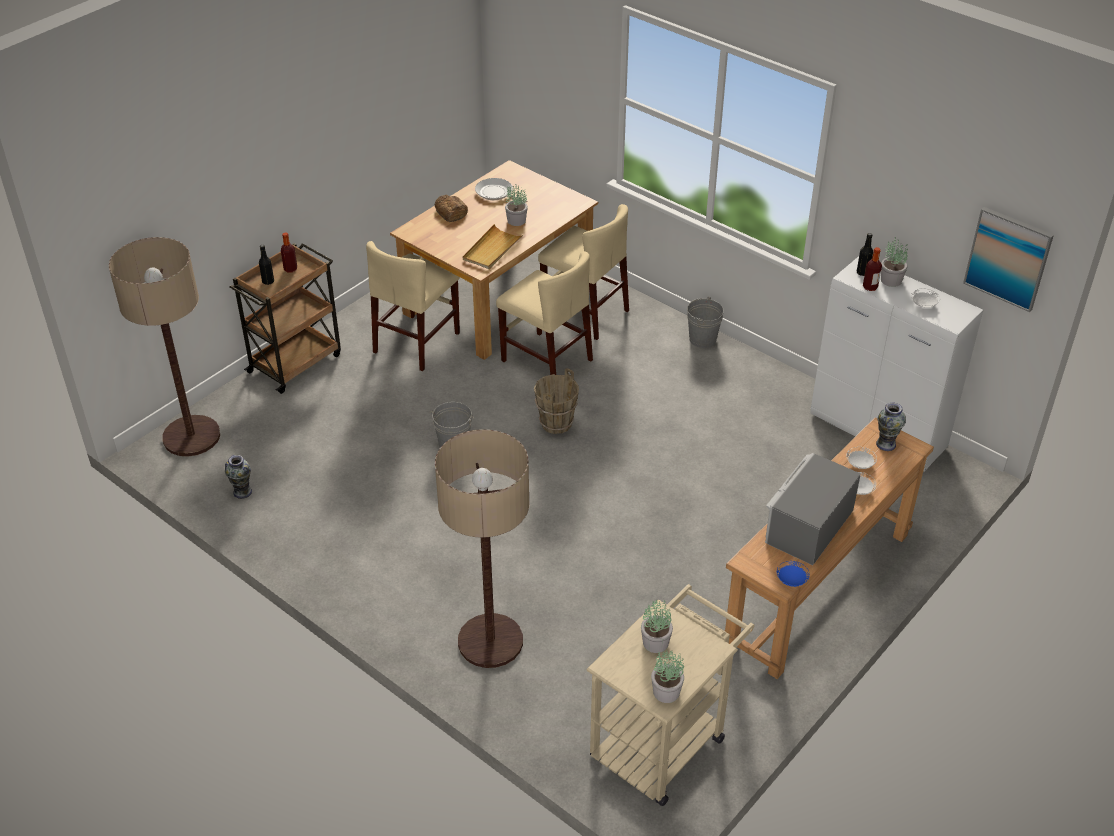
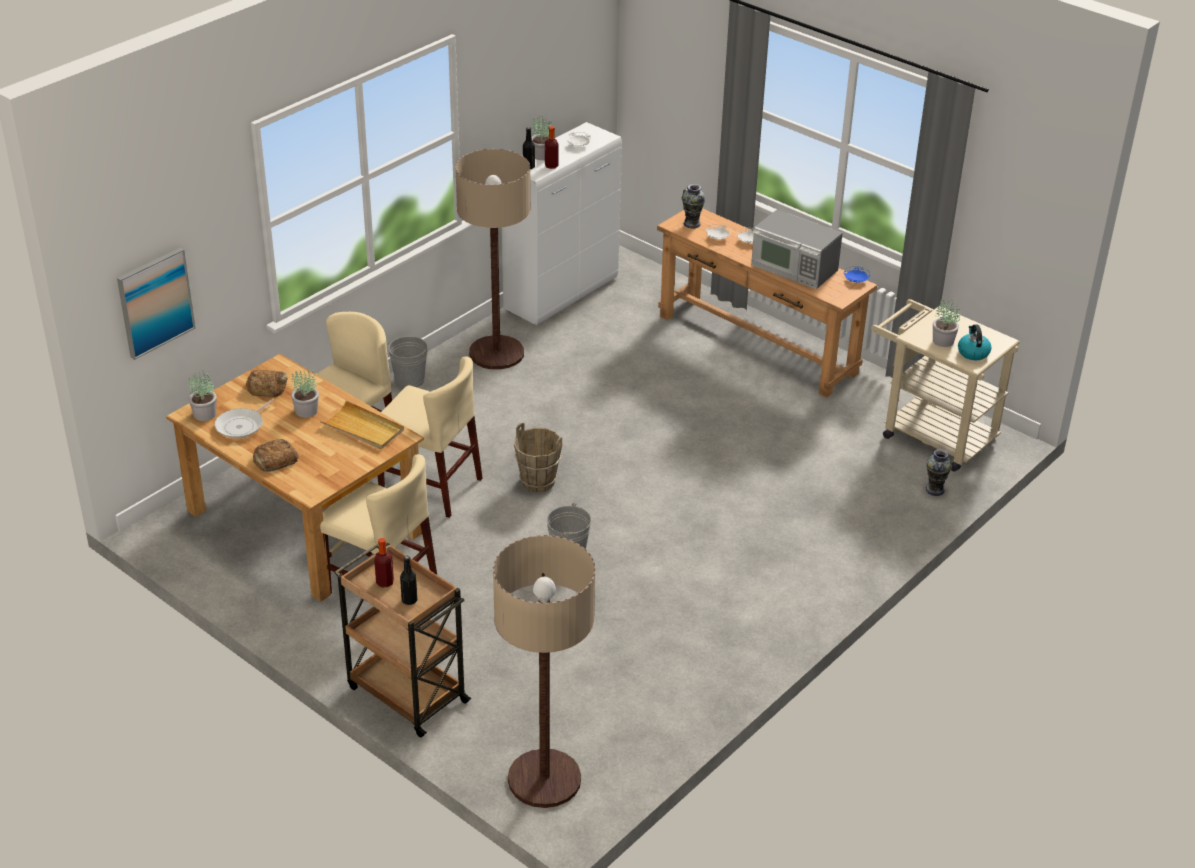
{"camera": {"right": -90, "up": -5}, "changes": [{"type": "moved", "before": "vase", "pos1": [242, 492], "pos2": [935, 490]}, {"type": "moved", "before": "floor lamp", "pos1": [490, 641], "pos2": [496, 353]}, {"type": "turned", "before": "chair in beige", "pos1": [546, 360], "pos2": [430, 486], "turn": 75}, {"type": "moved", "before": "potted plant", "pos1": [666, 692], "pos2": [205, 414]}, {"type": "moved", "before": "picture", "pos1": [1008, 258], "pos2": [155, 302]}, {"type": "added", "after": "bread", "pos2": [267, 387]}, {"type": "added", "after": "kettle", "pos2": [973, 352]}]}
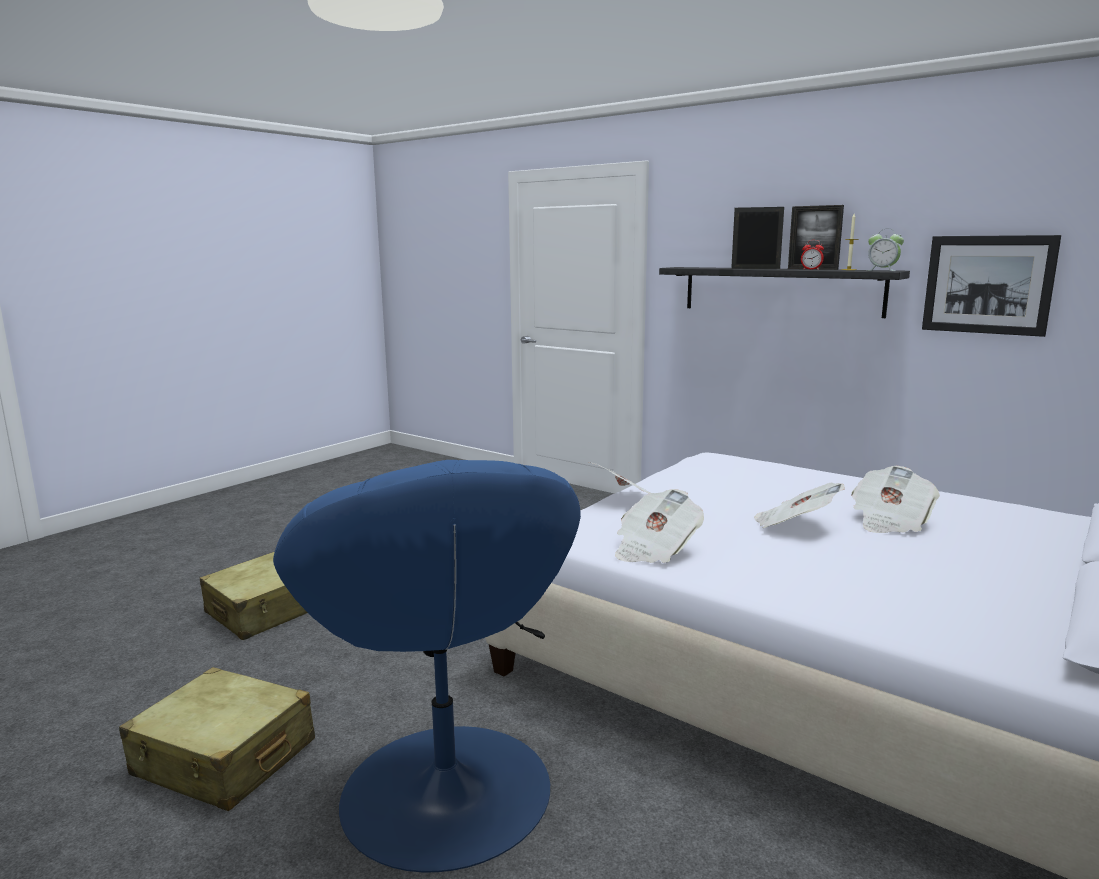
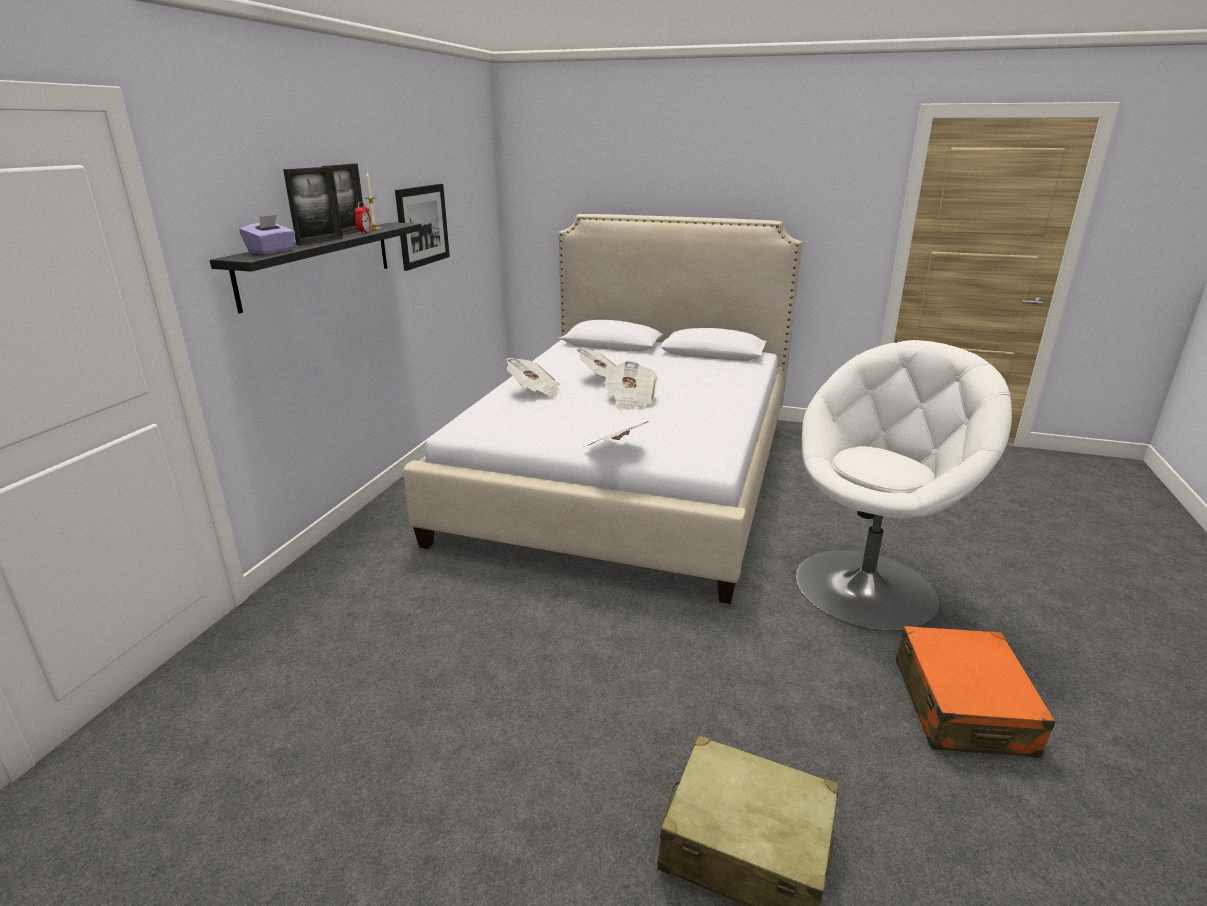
{"camera": {"right": -110, "up": 10}, "changes": [{"type": "recoloured", "before": "suitcase in beige", "after": "suitcase in orange", "pos1": [224, 758], "pos2": [962, 707]}, {"type": "recoloured", "before": "armchair in blue", "after": "armchair in white", "pos1": [446, 793], "pos2": [867, 587]}, {"type": "moved", "before": "newspaper", "pos1": [654, 549], "pos2": [534, 391]}, {"type": "turned", "before": "picture frame", "pos1": [755, 268], "pos2": [320, 241], "turn": -150}, {"type": "removed", "before": "alarm clock", "pos1": [882, 270]}, {"type": "added", "after": "tissue box in purple", "pos2": [271, 251]}]}
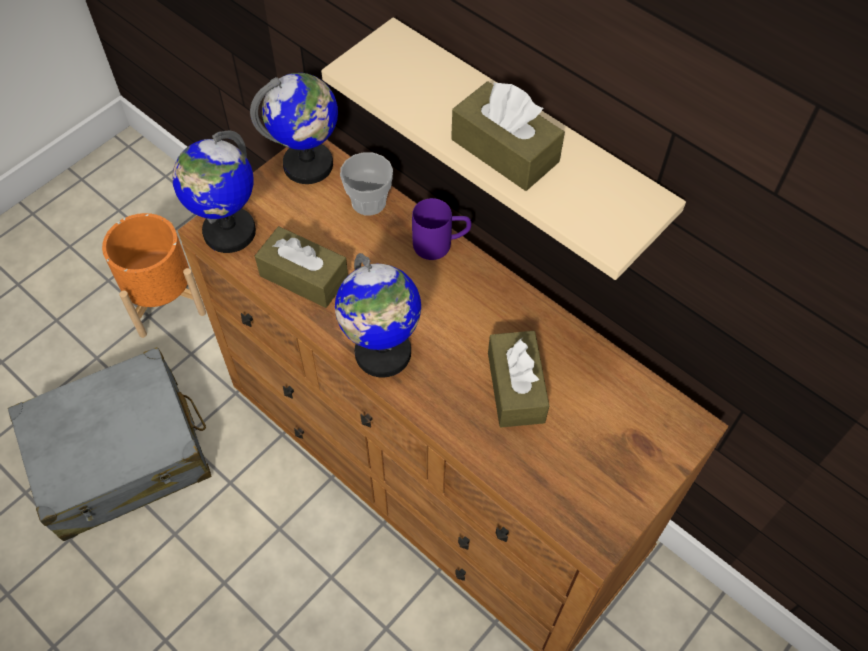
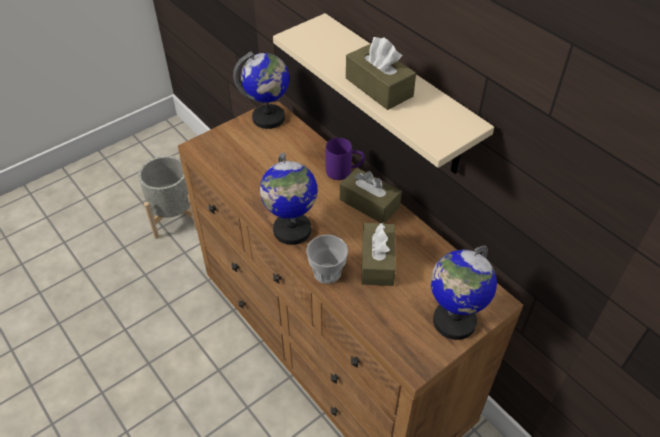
{"camera": {"right": 10, "up": -10}, "changes": [{"type": "removed", "before": "suitcase in grey", "pos1": [121, 456]}, {"type": "recoloured", "before": "planter in orange", "after": "planter in grey", "pos1": [163, 300], "pos2": [174, 218]}, {"type": "moved", "before": "globe", "pos1": [228, 232], "pos2": [453, 321]}, {"type": "moved", "before": "tissue box in brown", "pos1": [304, 277], "pos2": [369, 203]}, {"type": "moved", "before": "cup", "pos1": [368, 202], "pos2": [327, 272]}]}
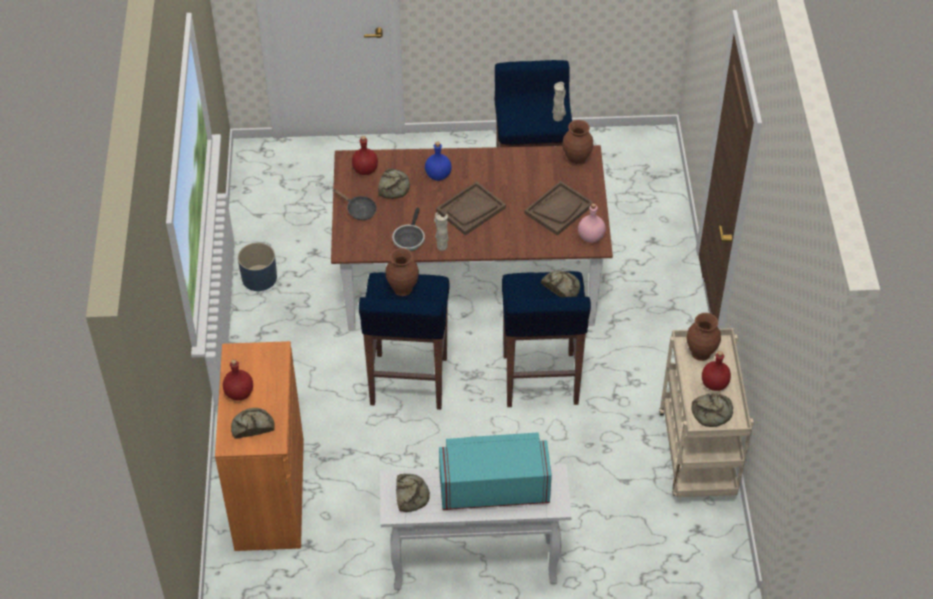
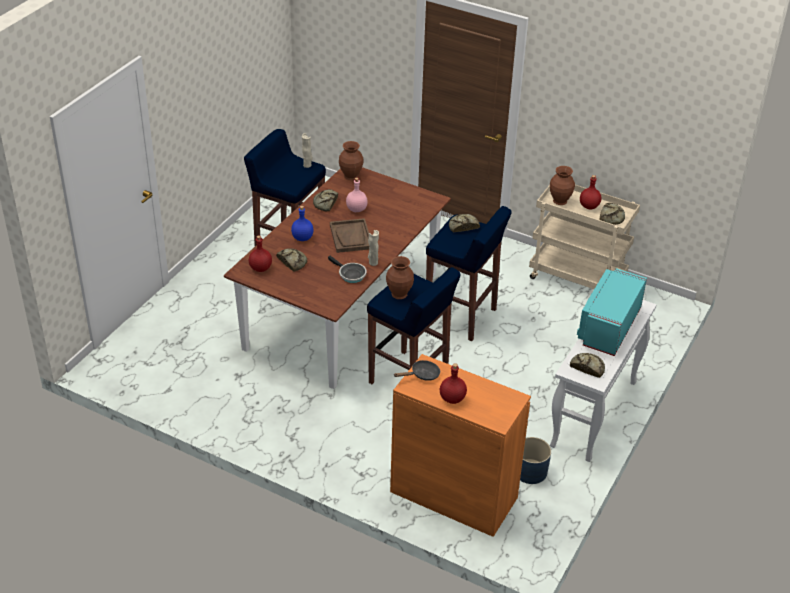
{"camera": {"right": -60, "up": -10}, "changes": [{"type": "moved", "before": "bread", "pos1": [252, 426], "pos2": [325, 203]}, {"type": "moved", "before": "planter in blue", "pos1": [259, 278], "pos2": [530, 471]}, {"type": "moved", "before": "frying pan in black", "pos1": [359, 210], "pos2": [422, 375]}, {"type": "removed", "before": "tray in brown", "pos1": [558, 209]}, {"type": "moved", "before": "bottle in pink", "pos1": [590, 237], "pos2": [356, 209]}]}
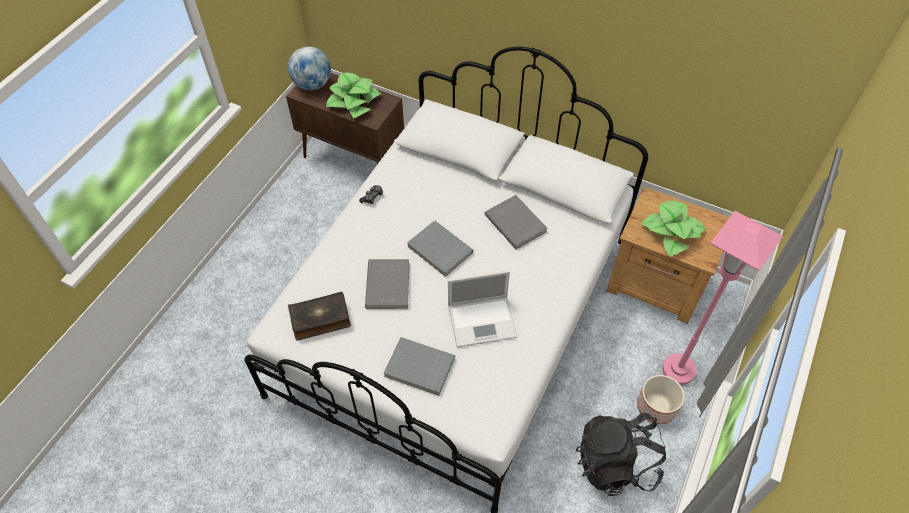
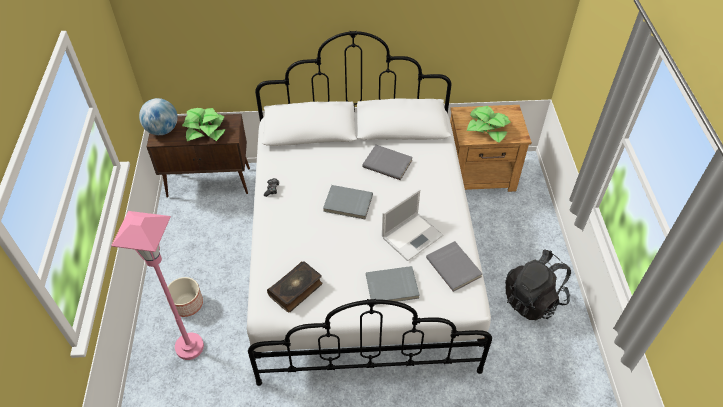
{"camera": {"right": -30, "up": -5}, "changes": [{"type": "moved", "before": "book in grey", "pos1": [389, 285], "pos2": [454, 267]}, {"type": "moved", "before": "planter", "pos1": [657, 407], "pos2": [187, 304]}, {"type": "moved", "before": "floor lamp in pink", "pos1": [678, 370], "pos2": [189, 347]}]}
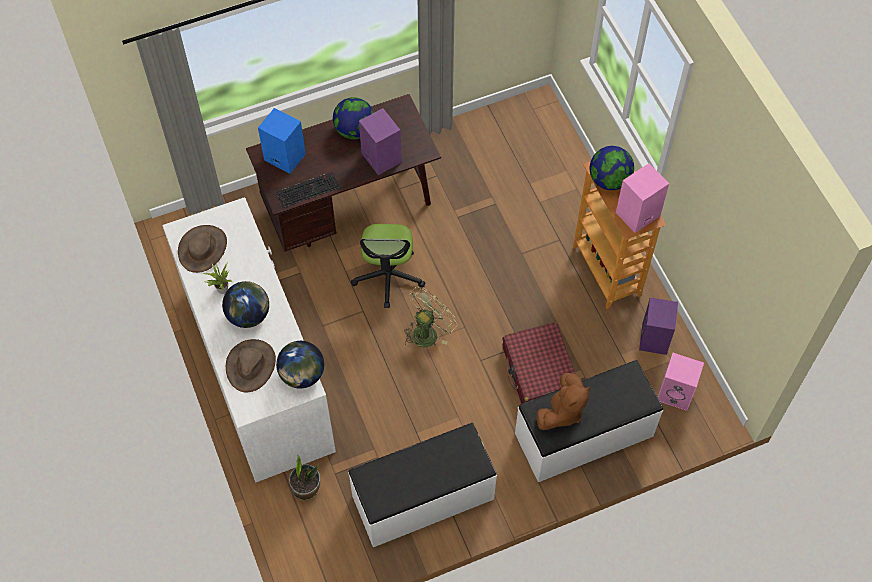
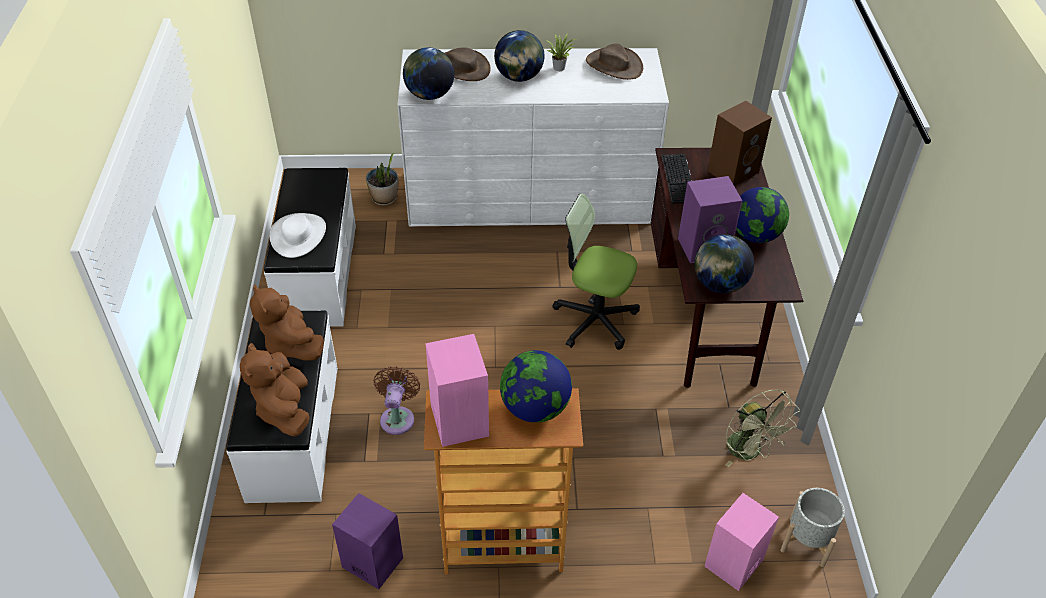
{"camera": {"right": 110, "up": -15}, "changes": [{"type": "recoloured", "before": "speaker in blue", "after": "speaker in brown", "pos1": [283, 157], "pos2": [733, 171]}, {"type": "moved", "before": "fan in green", "pos1": [428, 331], "pos2": [750, 452]}, {"type": "replaced", "before": "suitcase in red", "after": "fan in brown", "pos1": [539, 372], "pos2": [398, 417]}, {"type": "moved", "before": "speaker in pink", "pos1": [676, 393], "pos2": [734, 564]}, {"type": "added", "after": "plush toy in brown", "pos2": [284, 410]}, {"type": "added", "after": "hat in white", "pos2": [299, 235]}, {"type": "added", "after": "globe", "pos2": [719, 284]}, {"type": "added", "after": "planter in grey", "pos2": [807, 541]}]}
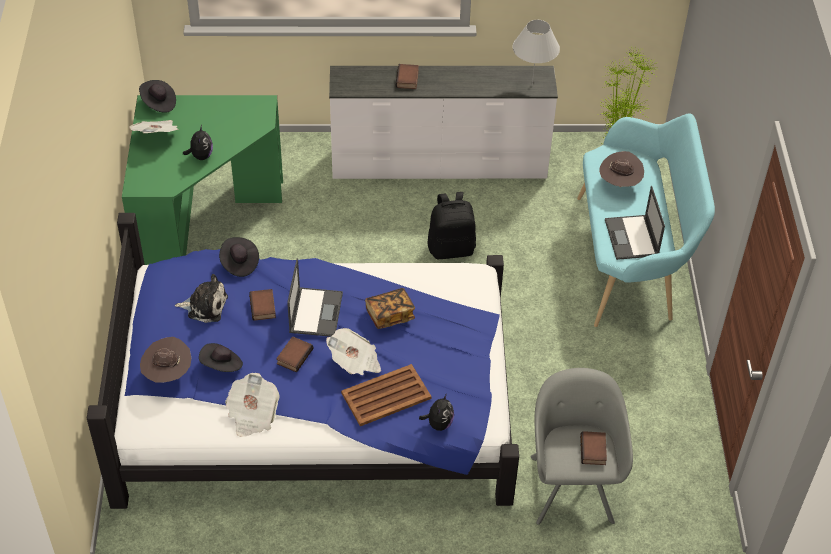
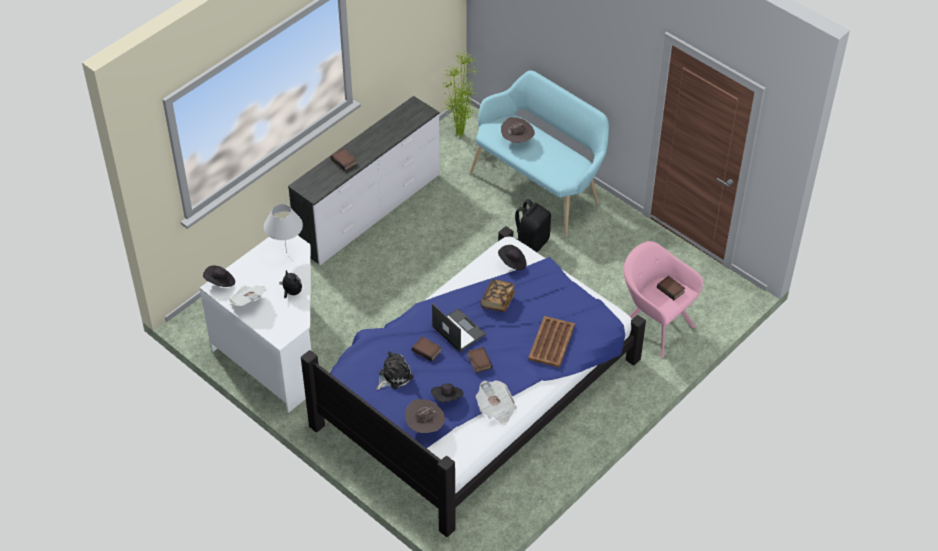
{"camera": {"right": -45, "up": 0}, "changes": [{"type": "recoloured", "before": "desk in green", "after": "desk in white", "pos1": [202, 223], "pos2": [278, 350]}, {"type": "moved", "before": "hat in black", "pos1": [239, 263], "pos2": [512, 263]}, {"type": "removed", "before": "newspaper", "pos1": [355, 362]}, {"type": "removed", "before": "plush toy", "pos1": [438, 423]}, {"type": "moved", "before": "backpack in black", "pos1": [451, 248], "pos2": [531, 242]}, {"type": "moved", "before": "table lamp in white", "pos1": [532, 85], "pos2": [286, 253]}, {"type": "recoloured", "before": "armchair in grey", "after": "armchair in pink", "pos1": [571, 484], "pos2": [654, 325]}, {"type": "removed", "before": "laptop", "pos1": [632, 238]}]}
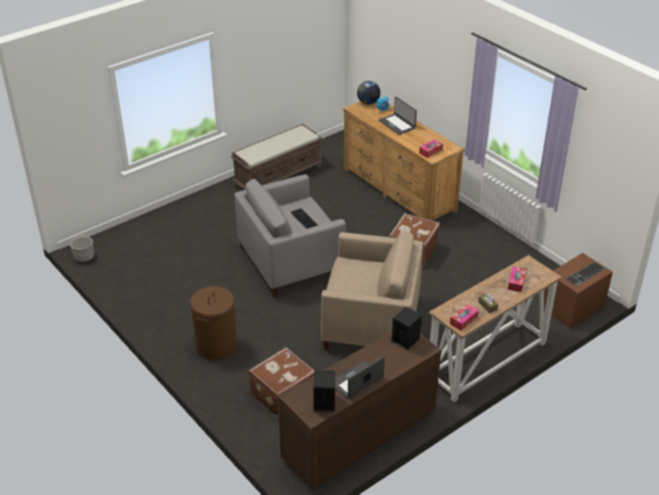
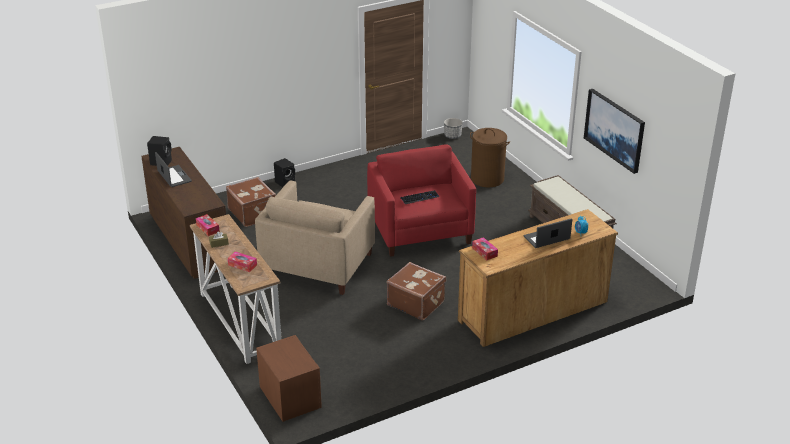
{"camera": {"right": 100, "up": -5}, "changes": [{"type": "moved", "before": "laundry basket in brown", "pos1": [216, 345], "pos2": [487, 179]}, {"type": "recoloured", "before": "armchair in grey", "after": "armchair in red", "pos1": [291, 261], "pos2": [420, 231]}, {"type": "removed", "before": "globe", "pos1": [368, 103]}, {"type": "moved", "before": "speaker in black", "pos1": [405, 339], "pos2": [285, 183]}, {"type": "removed", "before": "keyboard", "pos1": [586, 274]}, {"type": "added", "after": "picture", "pos2": [615, 130]}]}
